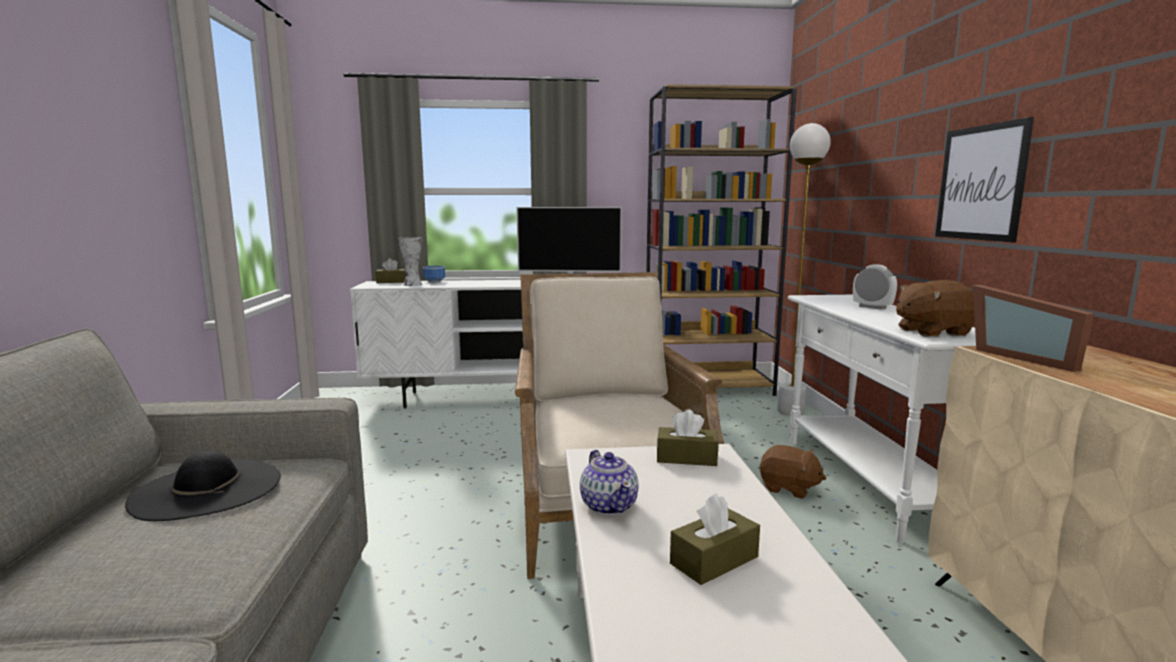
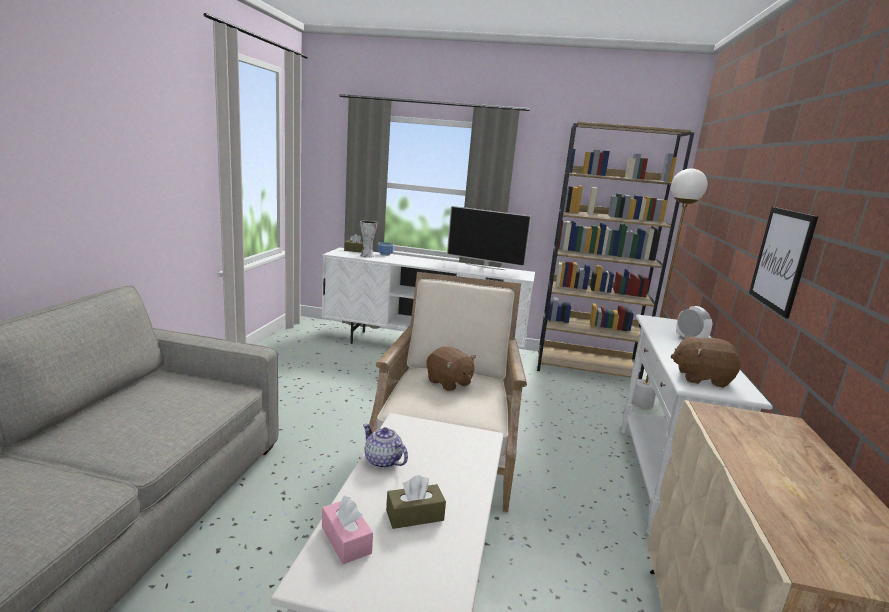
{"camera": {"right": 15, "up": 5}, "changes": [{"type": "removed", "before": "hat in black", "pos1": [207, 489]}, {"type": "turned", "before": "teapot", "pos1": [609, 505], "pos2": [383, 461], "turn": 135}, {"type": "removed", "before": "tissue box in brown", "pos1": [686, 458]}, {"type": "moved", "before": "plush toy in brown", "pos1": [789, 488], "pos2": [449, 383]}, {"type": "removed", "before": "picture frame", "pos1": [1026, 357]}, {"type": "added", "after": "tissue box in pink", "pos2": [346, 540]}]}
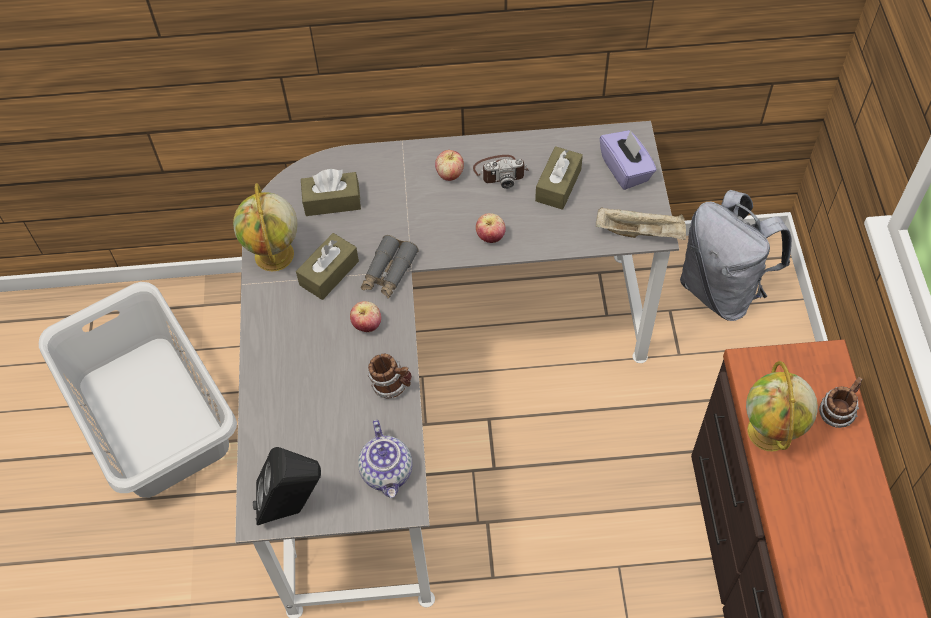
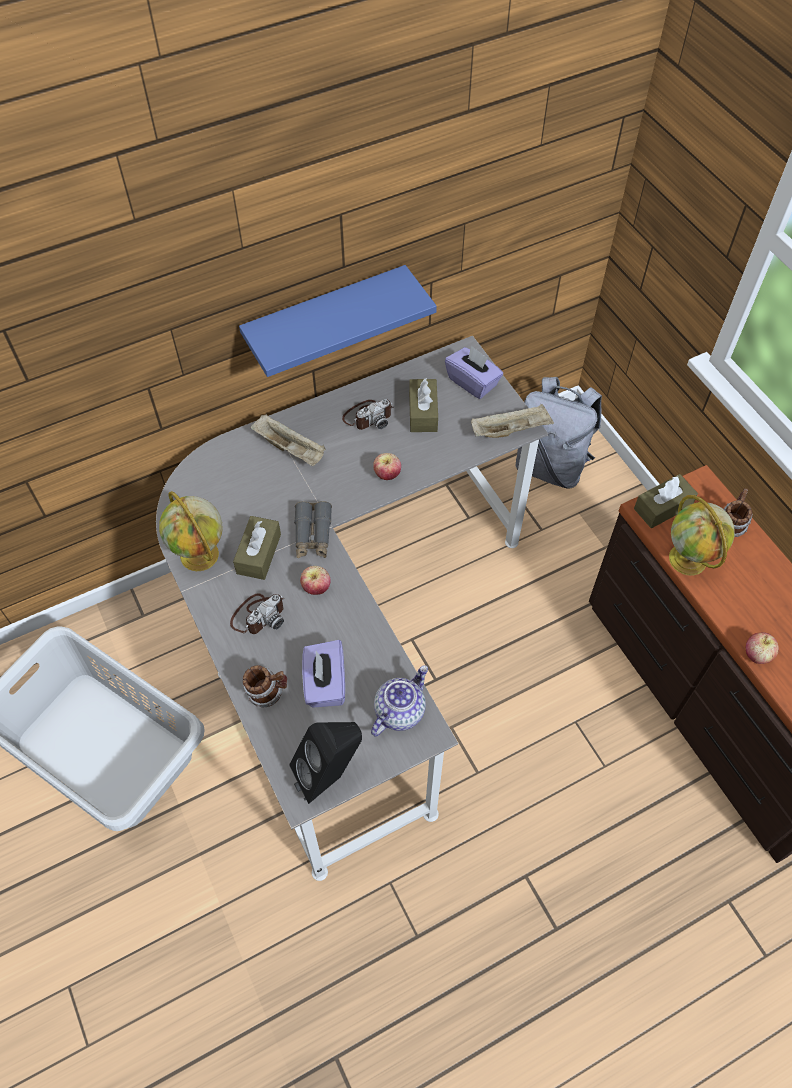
{"camera": {"right": -25, "up": 0}, "changes": [{"type": "moved", "before": "tissue box in brown", "pos1": [332, 201], "pos2": [662, 507]}, {"type": "turned", "before": "teapot", "pos1": [388, 472], "pos2": [399, 710], "turn": -105}, {"type": "moved", "before": "mug", "pos1": [392, 385], "pos2": [267, 692]}, {"type": "moved", "before": "apple", "pos1": [450, 174], "pos2": [756, 655]}, {"type": "added", "after": "photo camera", "pos2": [258, 615]}, {"type": "added", "after": "shelf in blue", "pos2": [326, 320]}, {"type": "added", "after": "tray in beige", "pos2": [290, 449]}, {"type": "added", "after": "tissue box in purple", "pos2": [325, 683]}]}
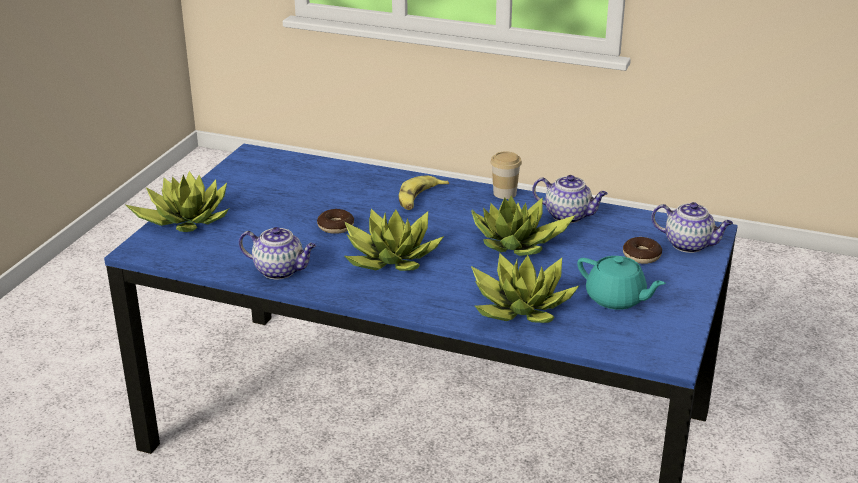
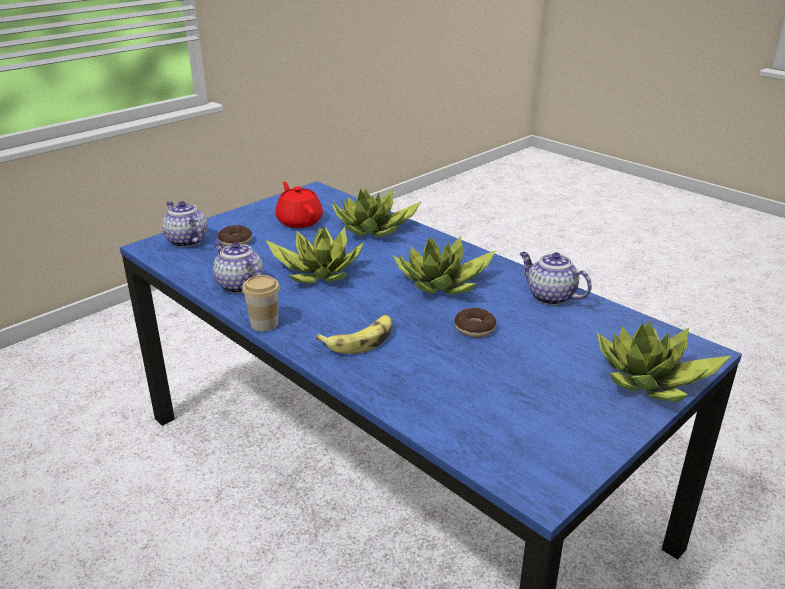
{"camera": {"right": -155, "up": 0}, "changes": [{"type": "recoloured", "before": "teapot in turquoise", "after": "teapot in red", "pos1": [616, 299], "pos2": [299, 221]}]}
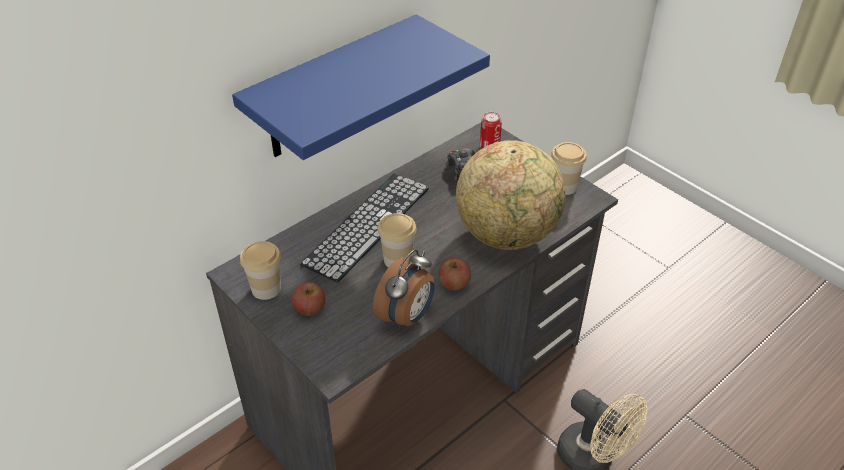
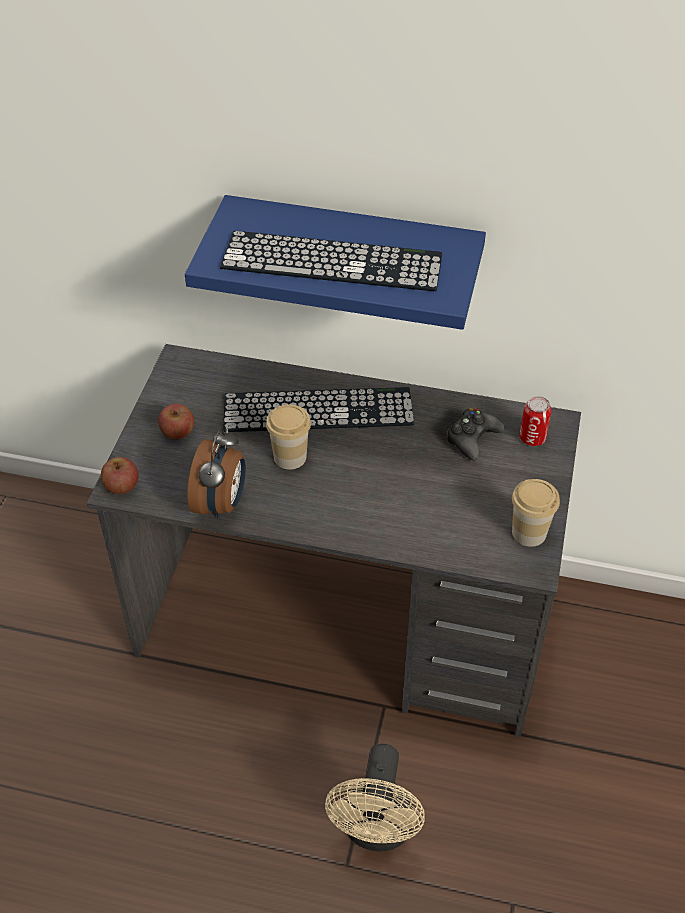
{"camera": {"right": 55, "up": 5}, "changes": [{"type": "removed", "before": "cup", "pos1": [266, 288]}, {"type": "turned", "before": "alarm clock", "pos1": [407, 317], "pos2": [221, 503], "turn": -75}, {"type": "moved", "before": "apple", "pos1": [454, 283], "pos2": [121, 486]}, {"type": "removed", "before": "globe", "pos1": [507, 234]}, {"type": "added", "after": "keyboard", "pos2": [332, 261]}]}
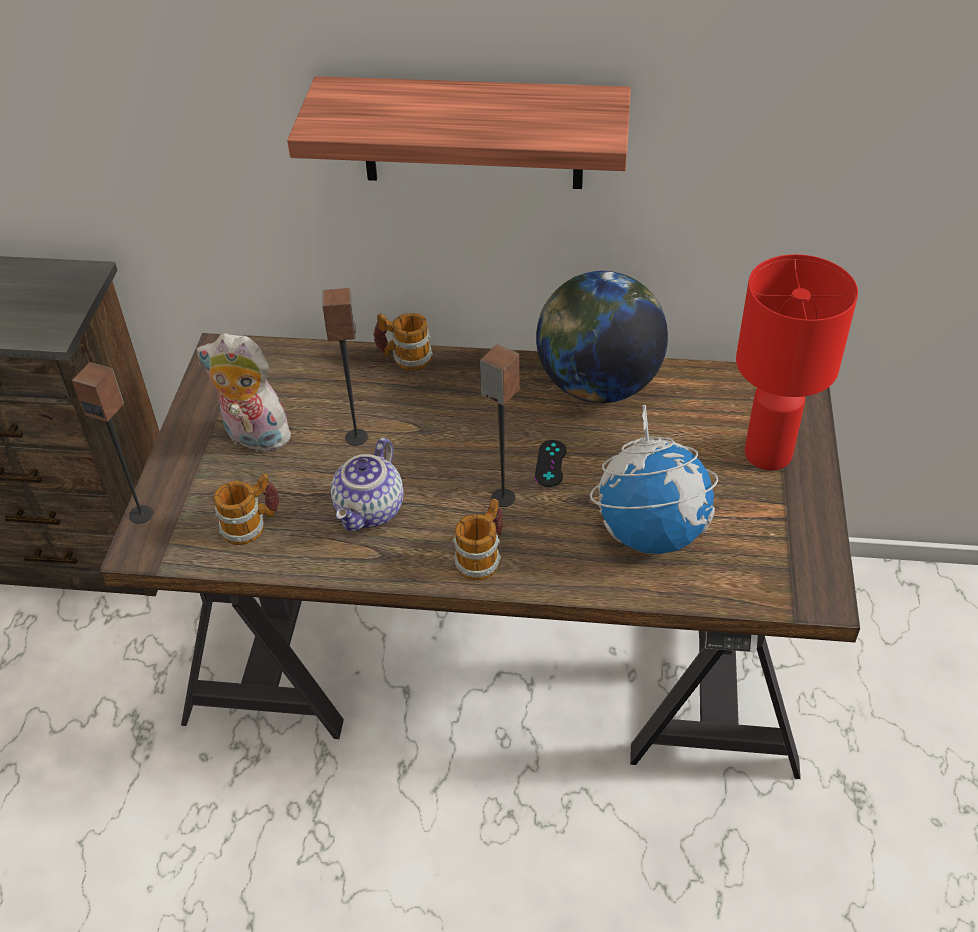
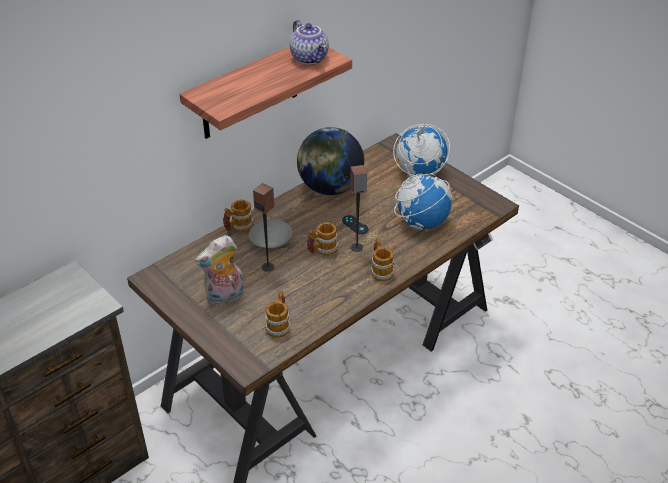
{"camera": {"right": -50, "up": -5}, "changes": [{"type": "removed", "before": "speaker", "pos1": [141, 514]}, {"type": "moved", "before": "teapot", "pos1": [371, 511], "pos2": [310, 58]}, {"type": "replaced", "before": "table lamp in red", "after": "globe", "pos1": [769, 453], "pos2": [419, 172]}, {"type": "added", "after": "bowl in grey", "pos2": [270, 241]}, {"type": "added", "after": "mug", "pos2": [322, 250]}]}
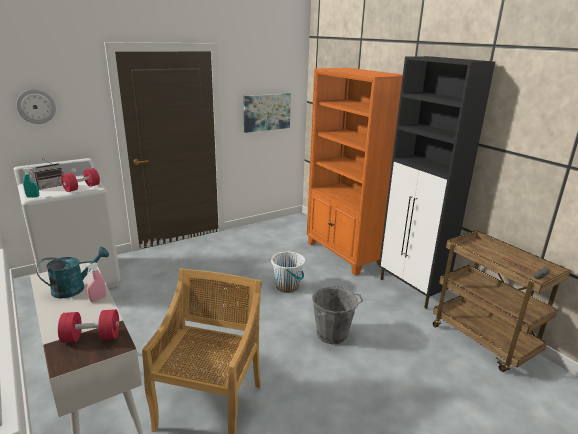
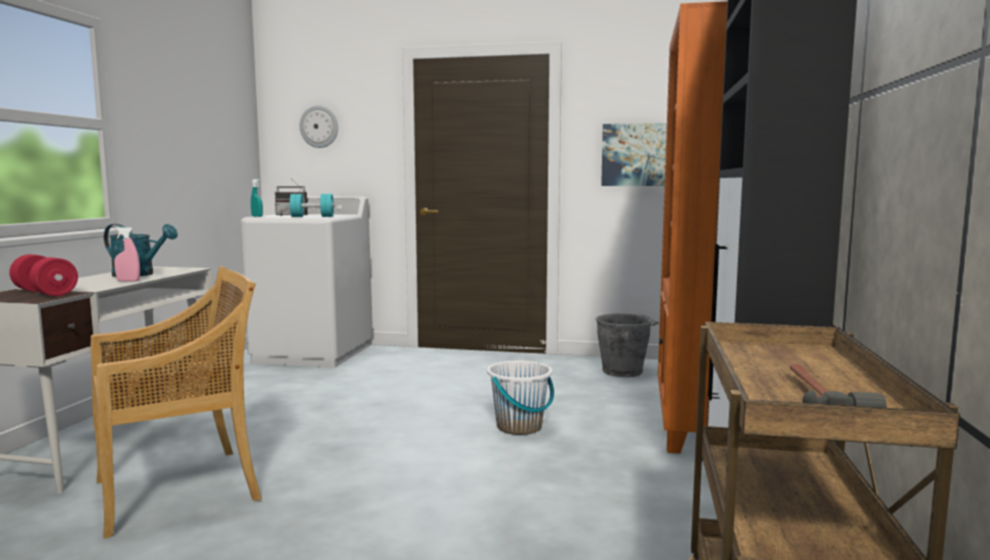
{"camera": {"right": 45, "up": -15}, "changes": [{"type": "recoloured", "before": "dumbbell in red", "after": "dumbbell in turquoise", "pos1": [82, 188], "pos2": [312, 216]}, {"type": "moved", "before": "bucket in grey", "pos1": [333, 334], "pos2": [624, 372]}]}
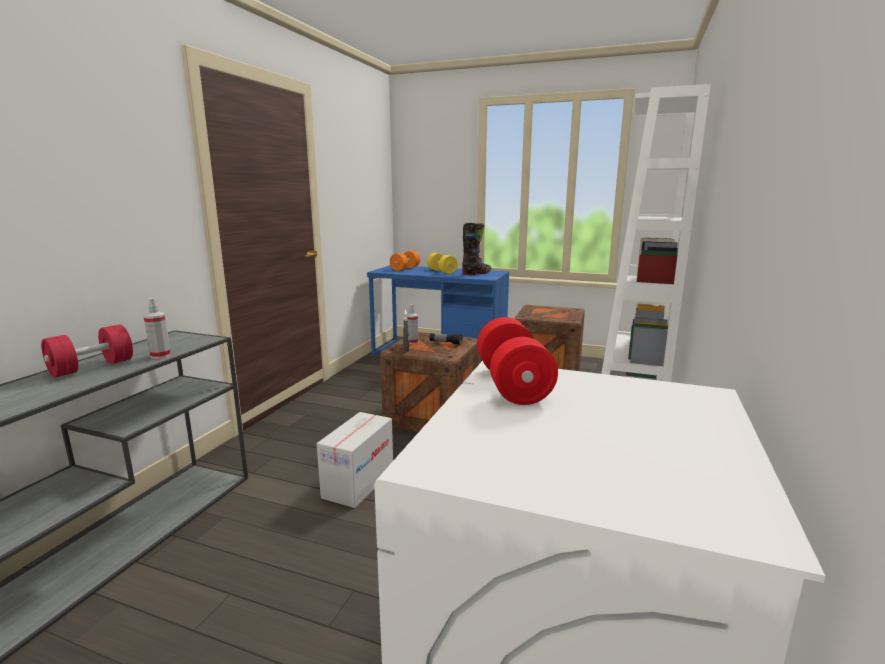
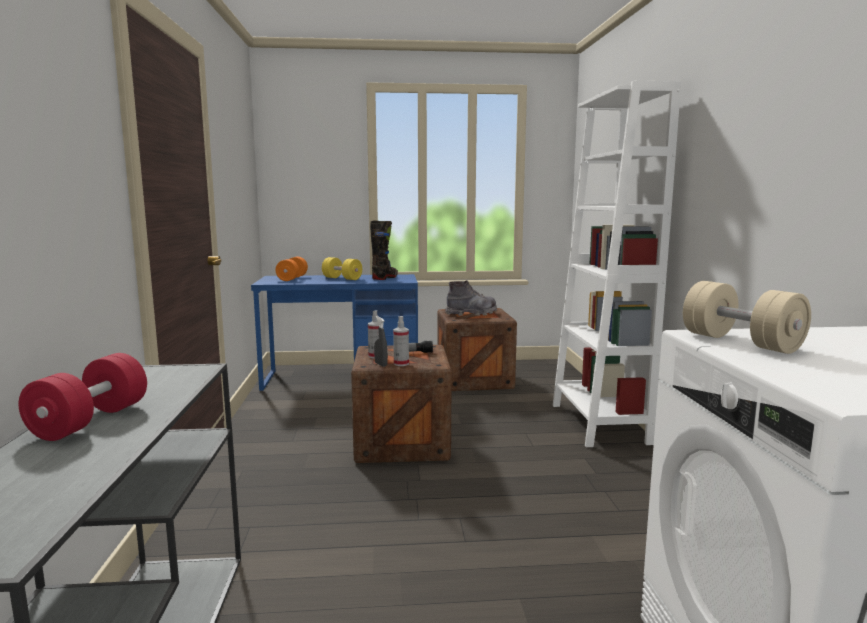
{"camera": {"right": -25, "up": -5}, "changes": [{"type": "moved", "before": "spray bottle", "pos1": [160, 355], "pos2": [401, 364]}, {"type": "removed", "before": "cardboard box", "pos1": [358, 482]}, {"type": "recoloured", "before": "dumbbell in red", "after": "dumbbell in beige", "pos1": [512, 384], "pos2": [740, 342]}, {"type": "added", "after": "boot in grey", "pos2": [471, 313]}]}
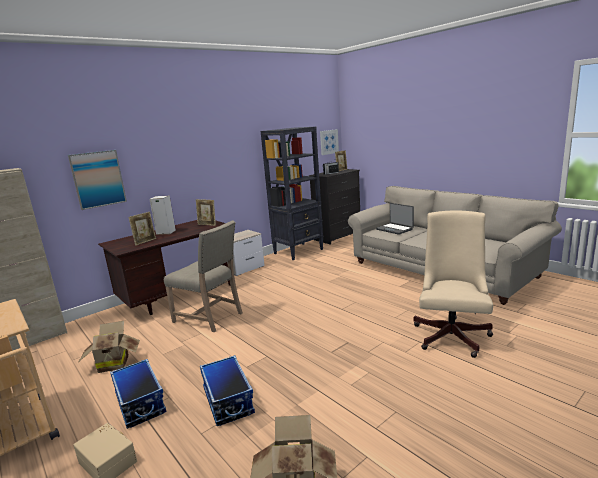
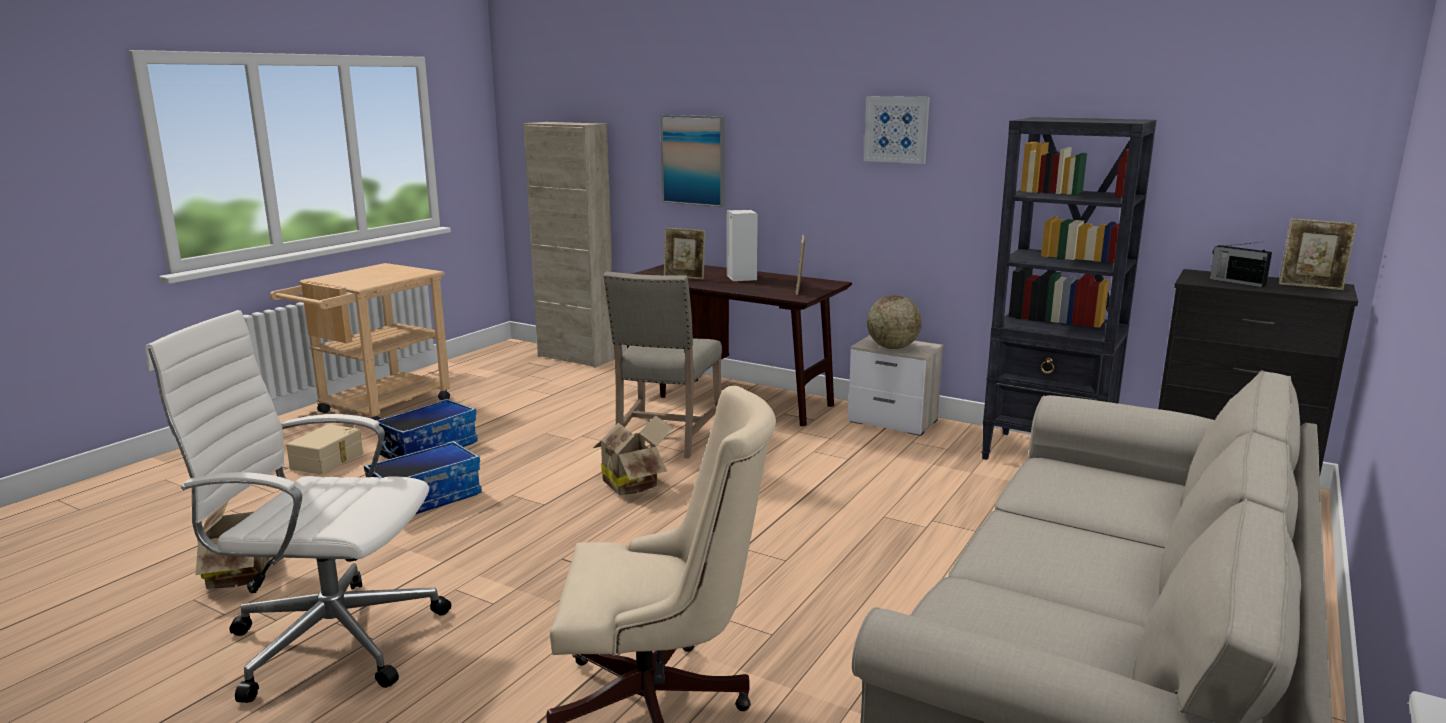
{"camera": {"right": 70, "up": 0}, "changes": [{"type": "moved", "before": "cardboard box", "pos1": [113, 363], "pos2": [633, 483]}, {"type": "moved", "before": "picture", "pos1": [329, 142], "pos2": [896, 129]}, {"type": "removed", "before": "laptop", "pos1": [395, 229]}, {"type": "added", "after": "office chair in white", "pos2": [329, 638]}, {"type": "added", "after": "globe", "pos2": [892, 347]}]}
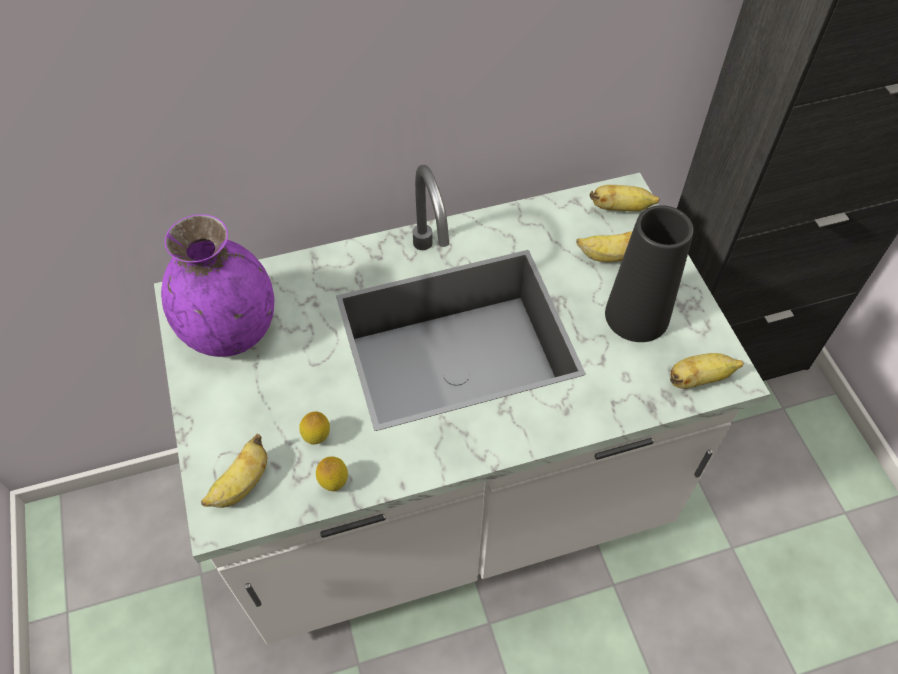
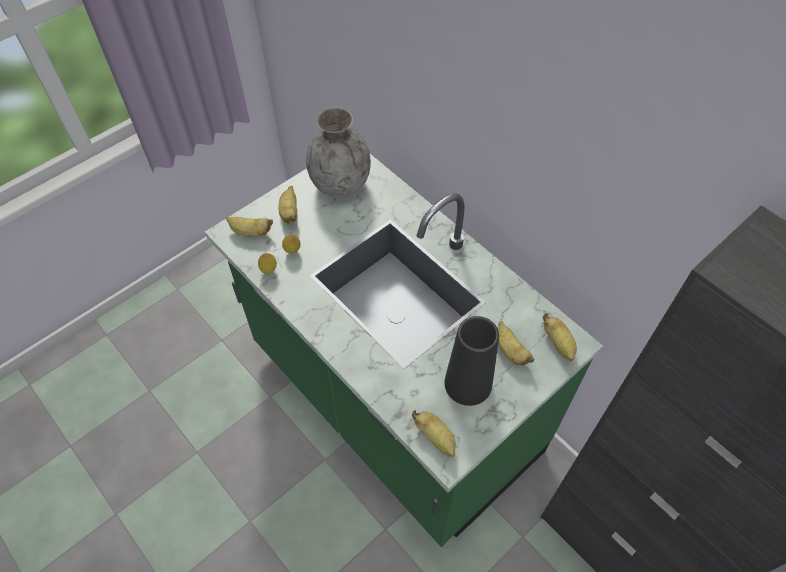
{"camera": {"right": 65, "up": 0}, "changes": [{"type": "recoloured", "before": "counter in white", "after": "counter in green", "pos1": [449, 502], "pos2": [393, 402]}, {"type": "recoloured", "before": "vase in purple", "after": "vase in grey", "pos1": [230, 330], "pos2": [341, 184]}, {"type": "added", "after": "banana", "pos2": [289, 213]}]}
